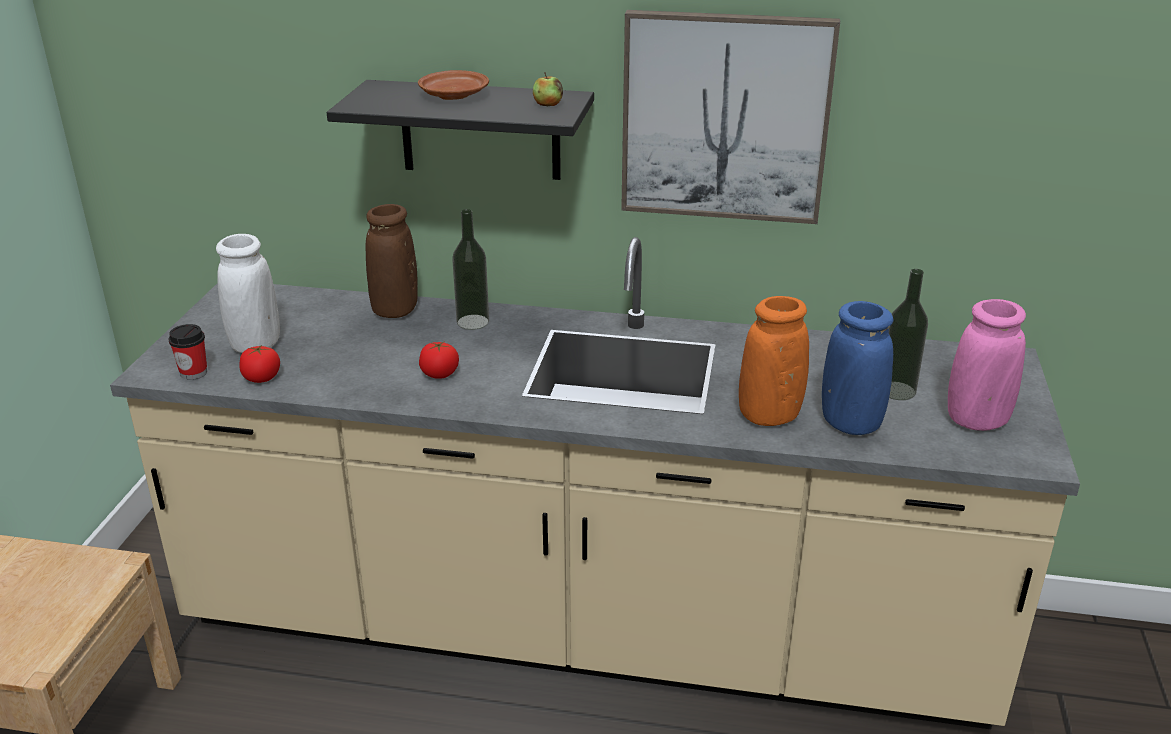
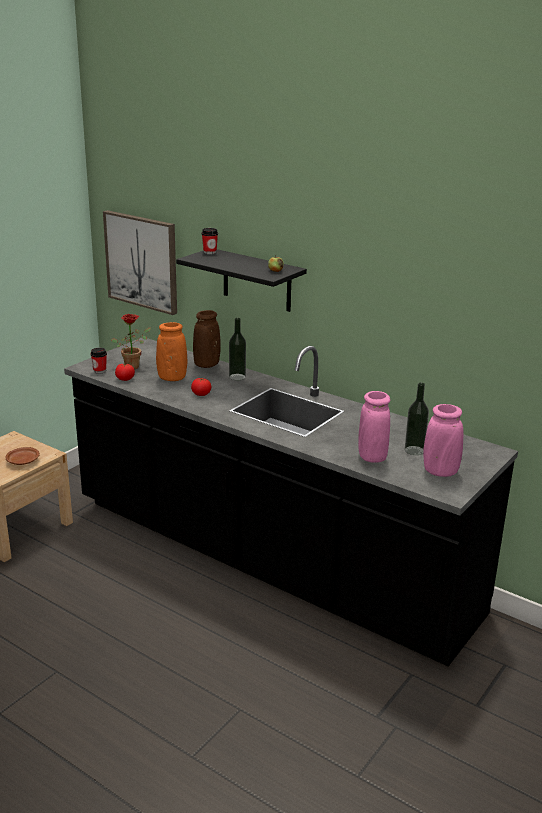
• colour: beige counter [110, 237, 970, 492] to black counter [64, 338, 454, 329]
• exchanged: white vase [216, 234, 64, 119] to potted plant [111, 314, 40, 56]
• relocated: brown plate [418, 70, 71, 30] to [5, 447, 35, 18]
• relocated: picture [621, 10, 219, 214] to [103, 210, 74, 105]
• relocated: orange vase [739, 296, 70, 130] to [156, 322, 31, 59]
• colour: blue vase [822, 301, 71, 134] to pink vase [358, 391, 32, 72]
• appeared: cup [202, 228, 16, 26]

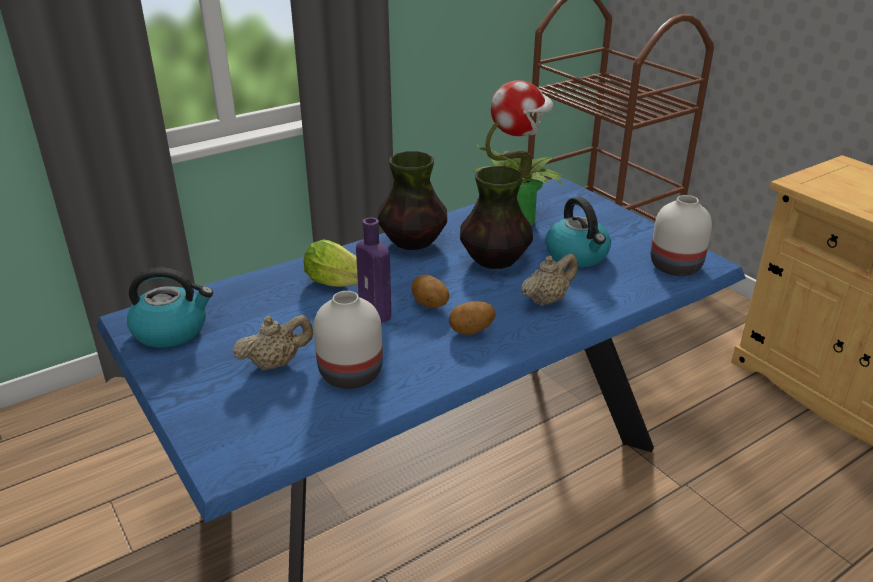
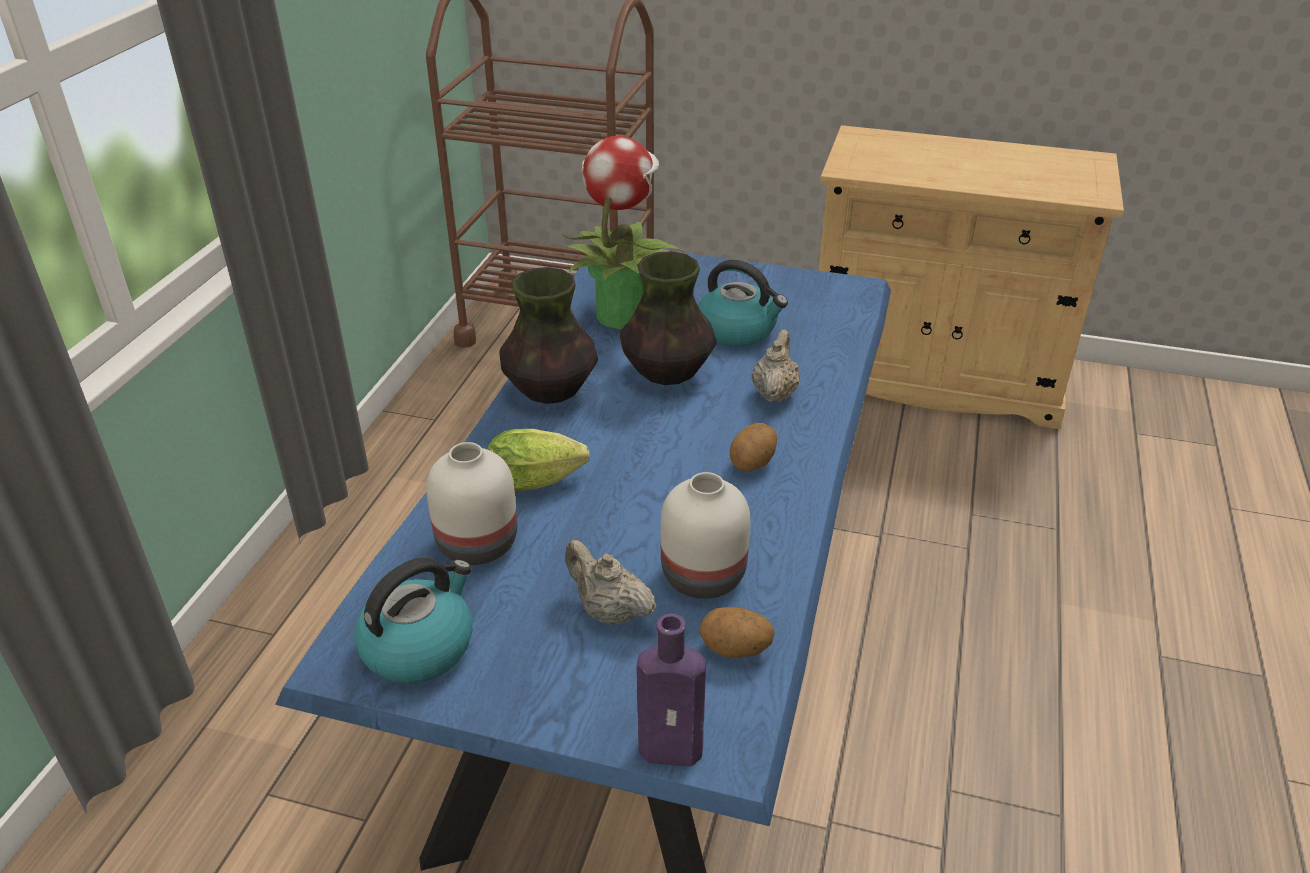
• spun: beige teapot [232, 315, 81, 56] = [565, 540, 91, 85] 75 degrees counterclockwise
• relocated: purple bottle [356, 218, 35, 105] to [637, 613, 69, 153]
• relocated: potato [412, 275, 38, 33] to [700, 607, 75, 51]
• relocated: white vase [651, 195, 61, 81] to [426, 442, 91, 123]

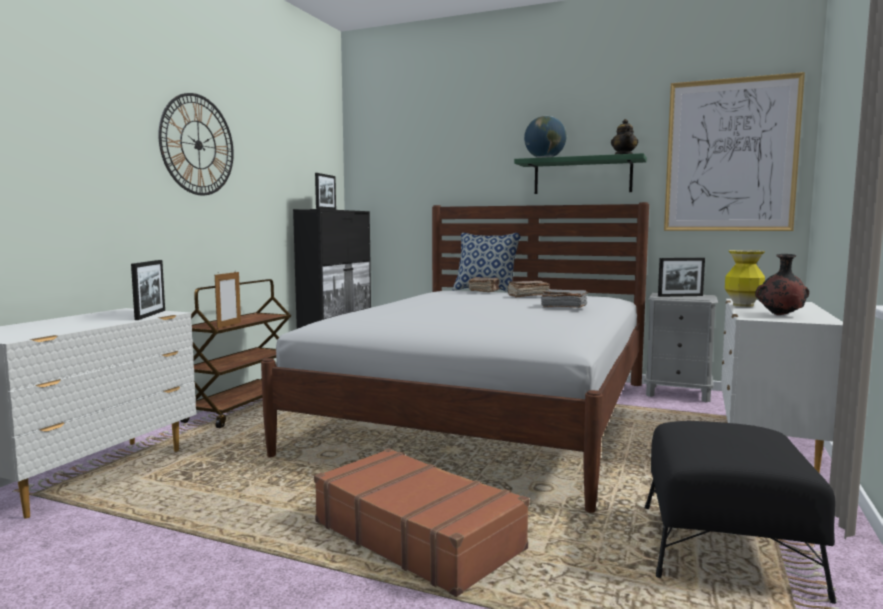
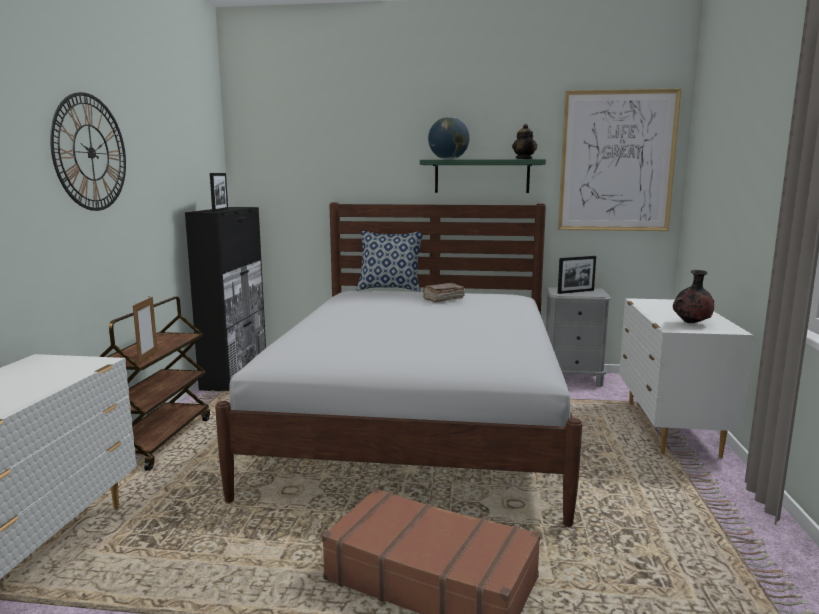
• missing: picture frame [131, 260, 34, 60]
• missing: brown book [469, 277, 30, 15]
• missing: grey book [541, 289, 47, 19]
• missing: black ottoman [645, 421, 191, 183]
• missing: vase [725, 250, 40, 57]

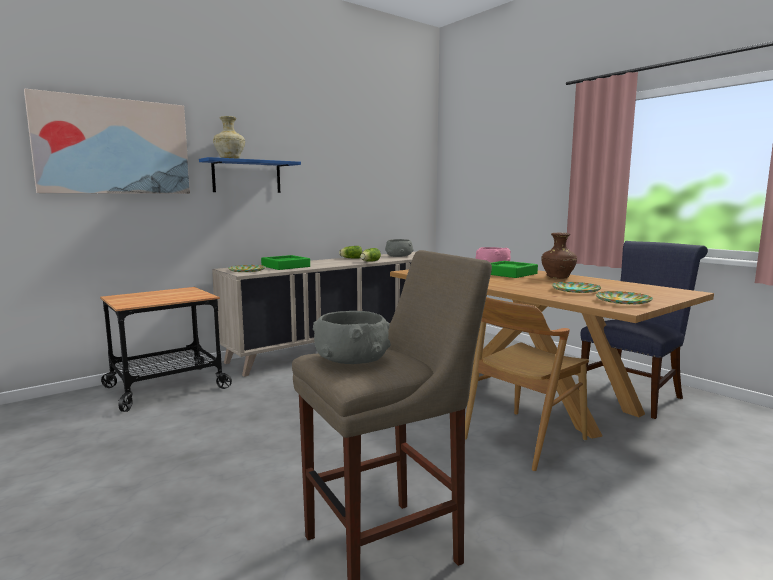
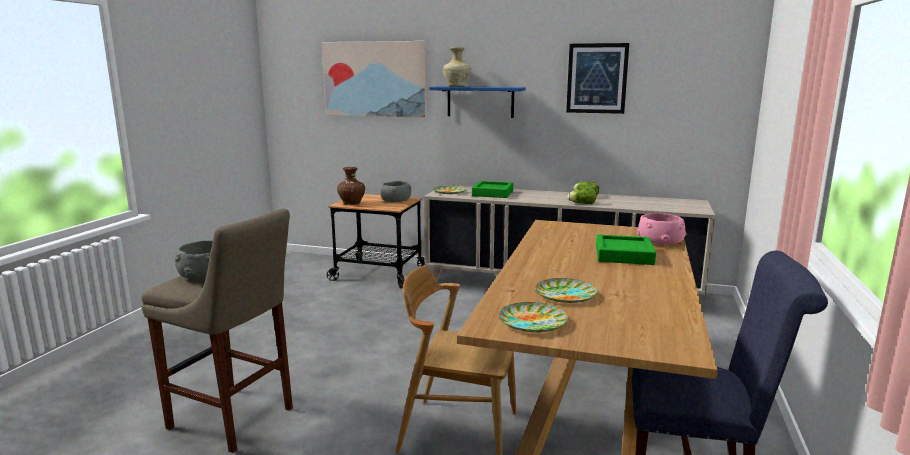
• relocated: grey bowl [385, 239, 29, 18] to [380, 181, 31, 21]
• relocated: brown vase [541, 233, 36, 46] to [337, 167, 28, 38]
• appeared: picture [566, 43, 63, 71]

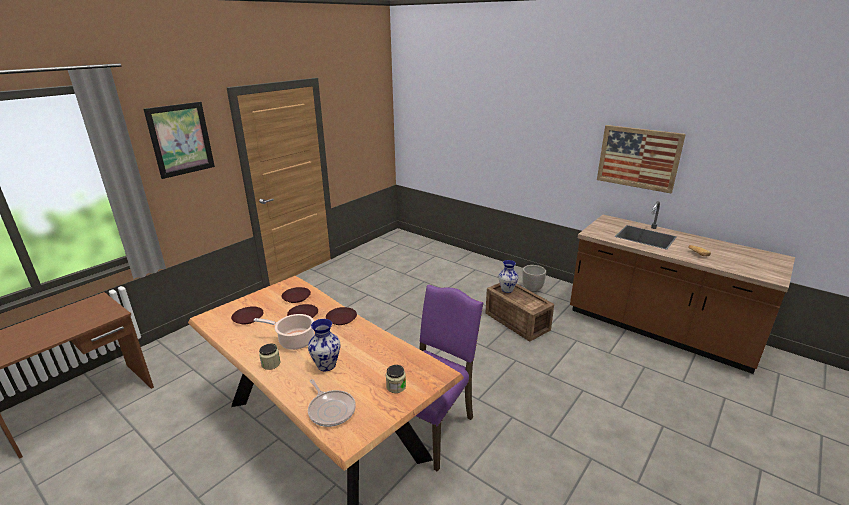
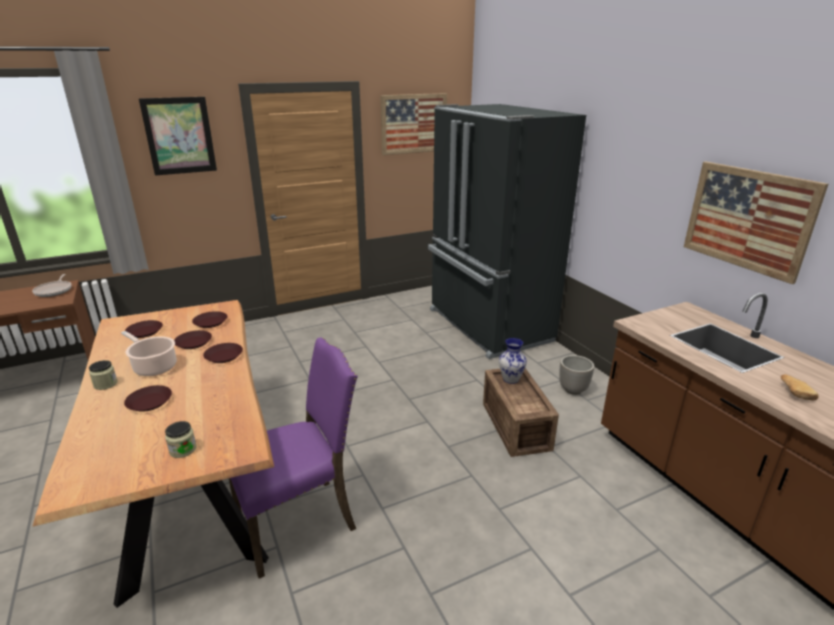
• exchanged: vase [308, 319, 32, 53] to brown plate [124, 385, 48, 27]
• relocated: frying pan [308, 379, 48, 48] to [32, 274, 40, 23]
• appeared: picture [380, 93, 67, 62]
• appeared: black fridge [428, 104, 158, 255]

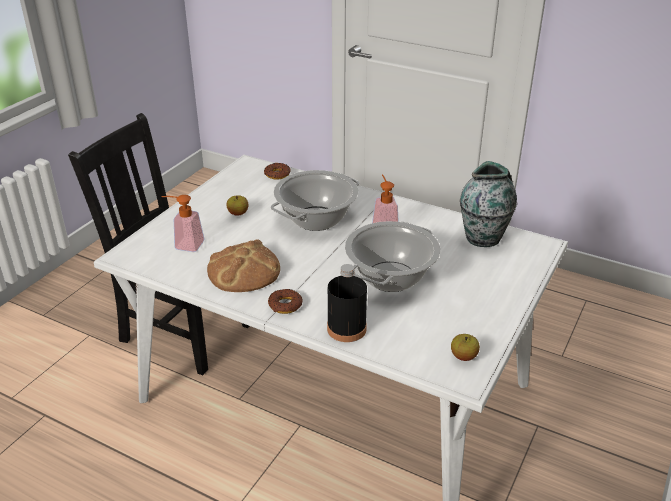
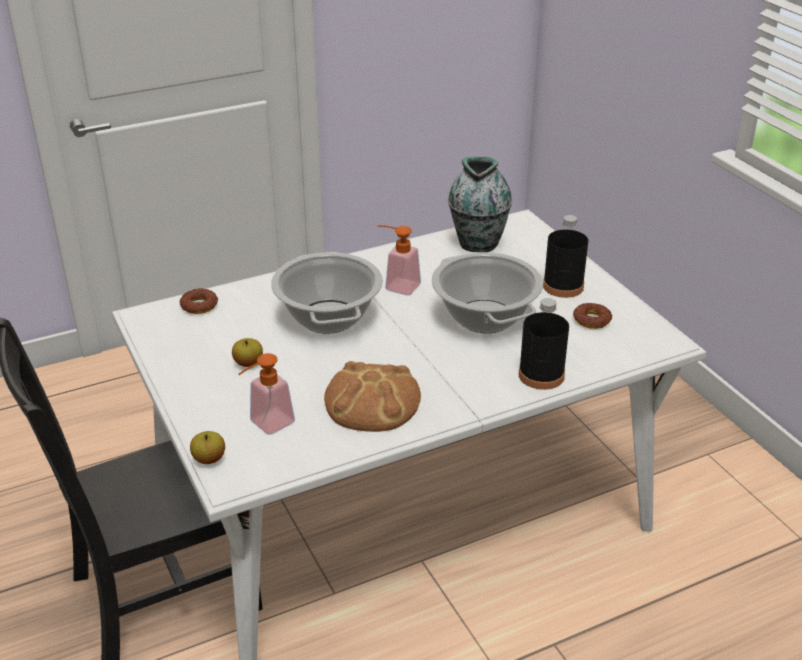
• relocated: donut [268, 289, 35, 25] to [573, 303, 39, 26]
• relocated: apple [451, 334, 29, 27] to [190, 431, 35, 33]
• appeared: black bottle [543, 215, 45, 83]

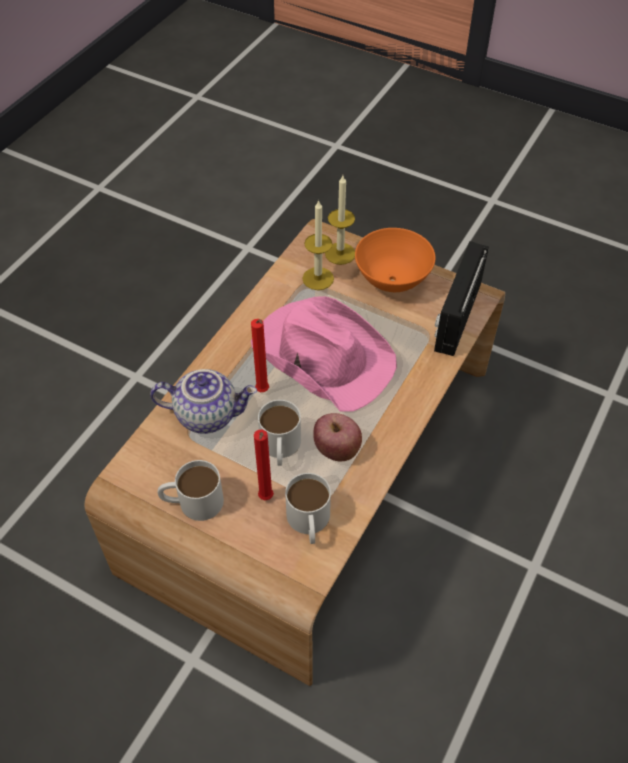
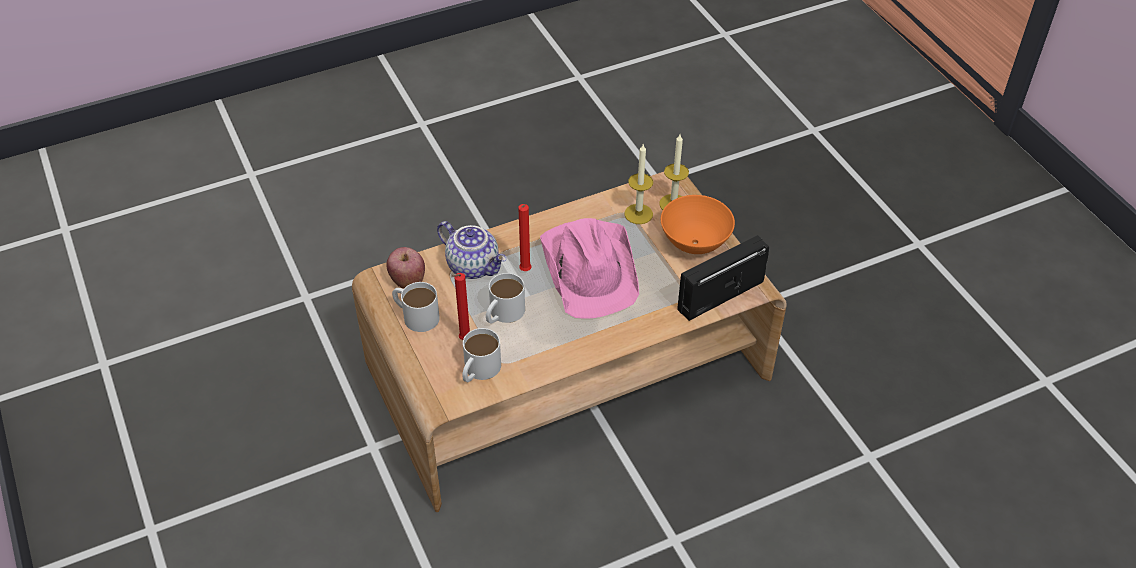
• relocated: apple [313, 413, 49, 48] to [387, 247, 38, 42]

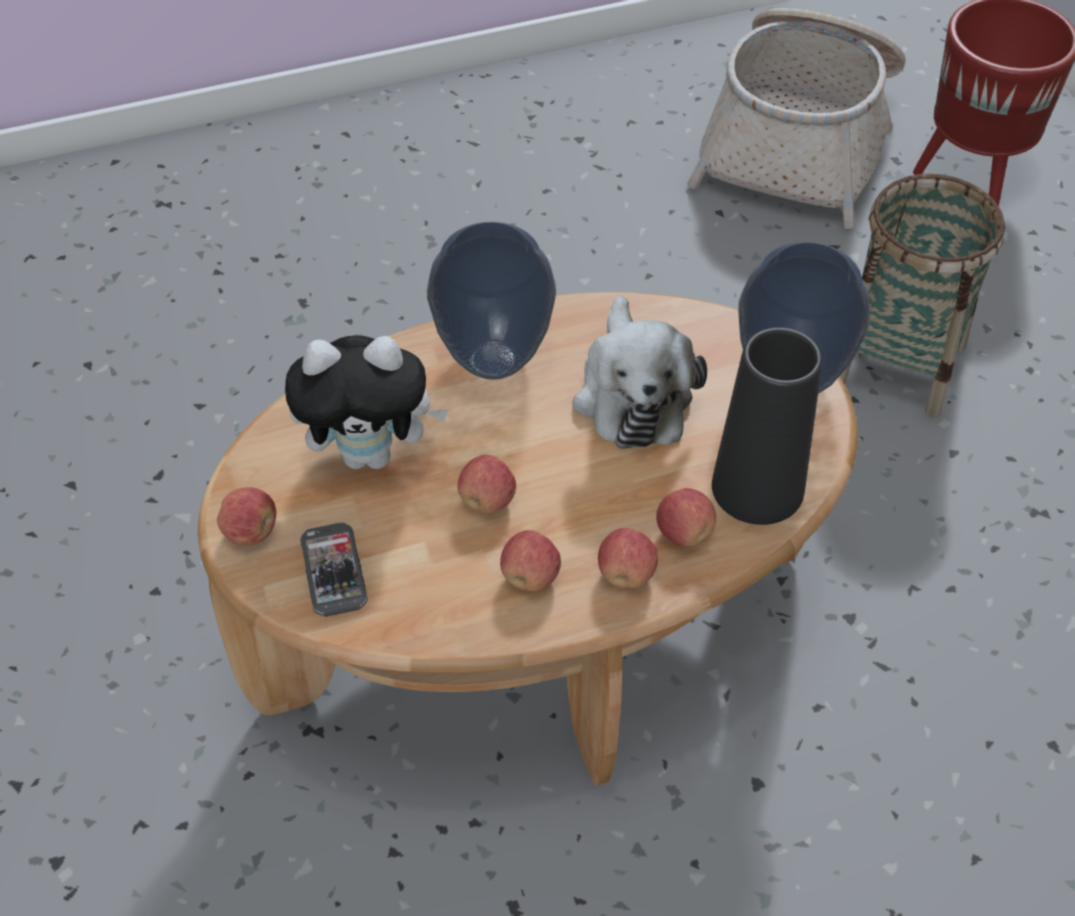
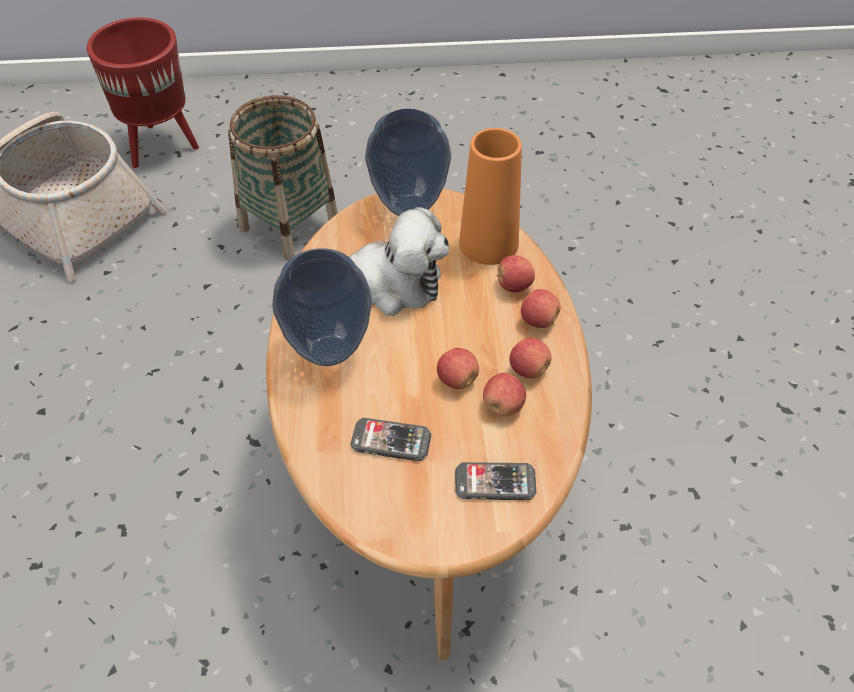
• relocated: apple [217, 487, 59, 59] to [483, 373, 43, 43]
• exchanged: plush toy [285, 335, 164, 134] to phone [351, 418, 80, 43]
• colour: black vase [712, 327, 110, 198] to orange vase [459, 128, 63, 137]

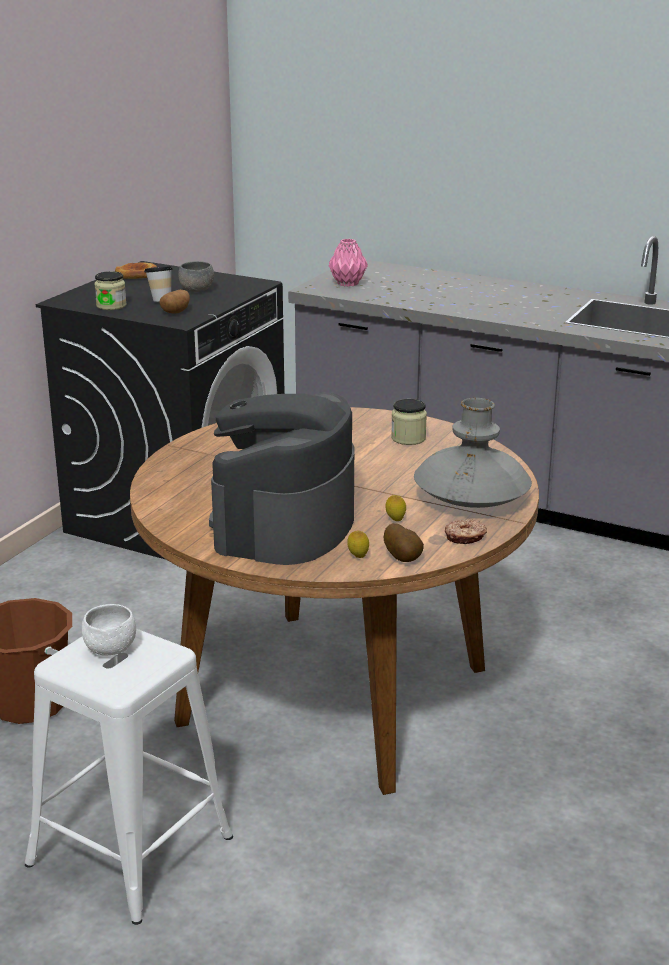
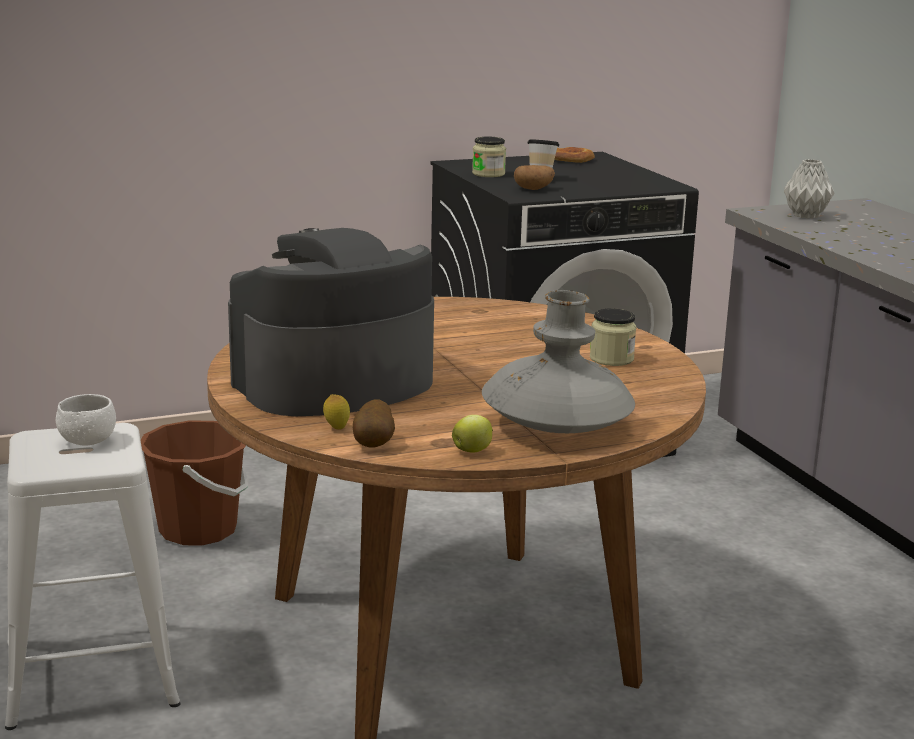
• missing: grey bowl [178, 261, 36, 31]
• colour: pink vase [329, 239, 39, 48] to grey vase [784, 159, 50, 60]
• missing: lemon [386, 495, 20, 26]
• exchanged: donut [445, 519, 42, 25] to apple [452, 415, 41, 38]

